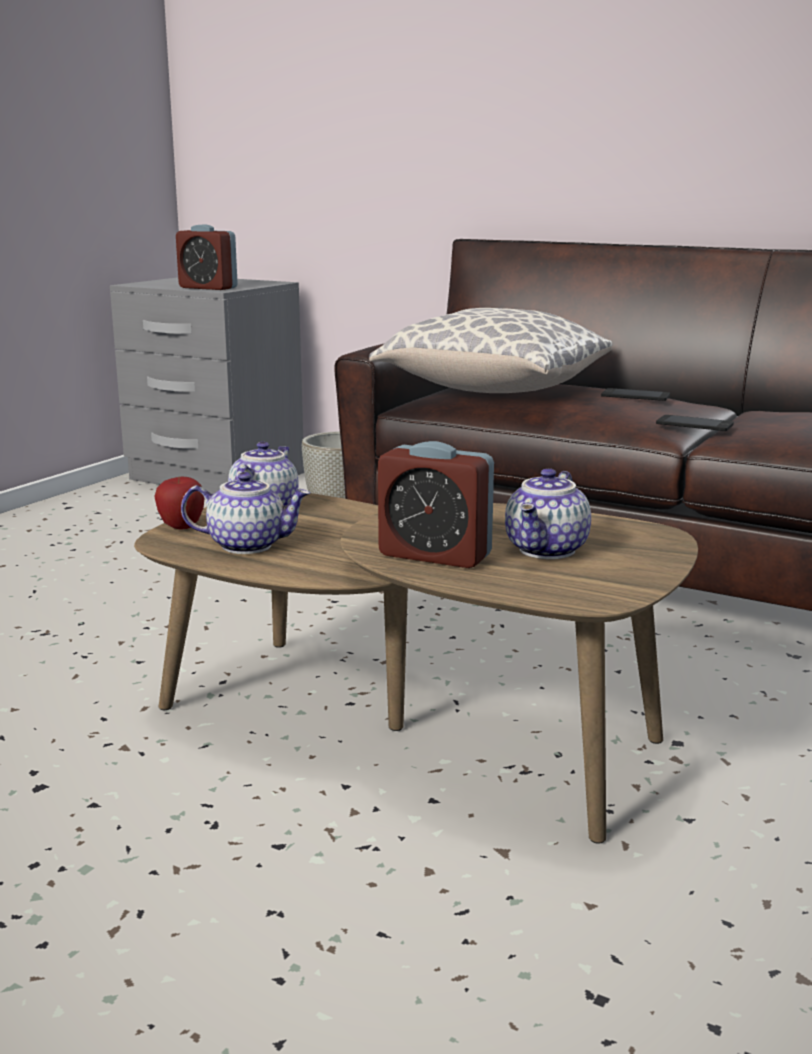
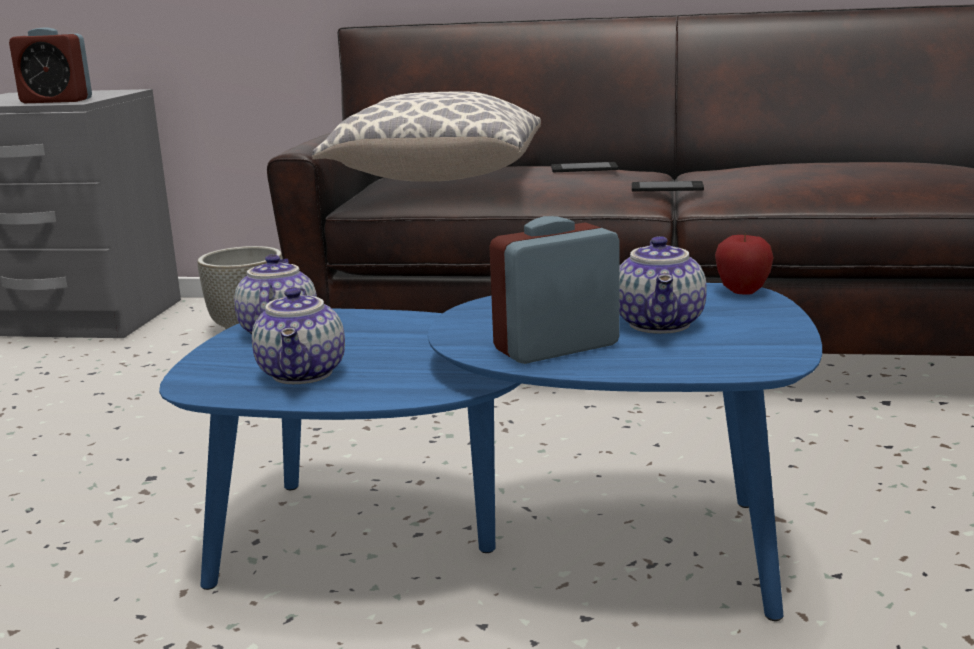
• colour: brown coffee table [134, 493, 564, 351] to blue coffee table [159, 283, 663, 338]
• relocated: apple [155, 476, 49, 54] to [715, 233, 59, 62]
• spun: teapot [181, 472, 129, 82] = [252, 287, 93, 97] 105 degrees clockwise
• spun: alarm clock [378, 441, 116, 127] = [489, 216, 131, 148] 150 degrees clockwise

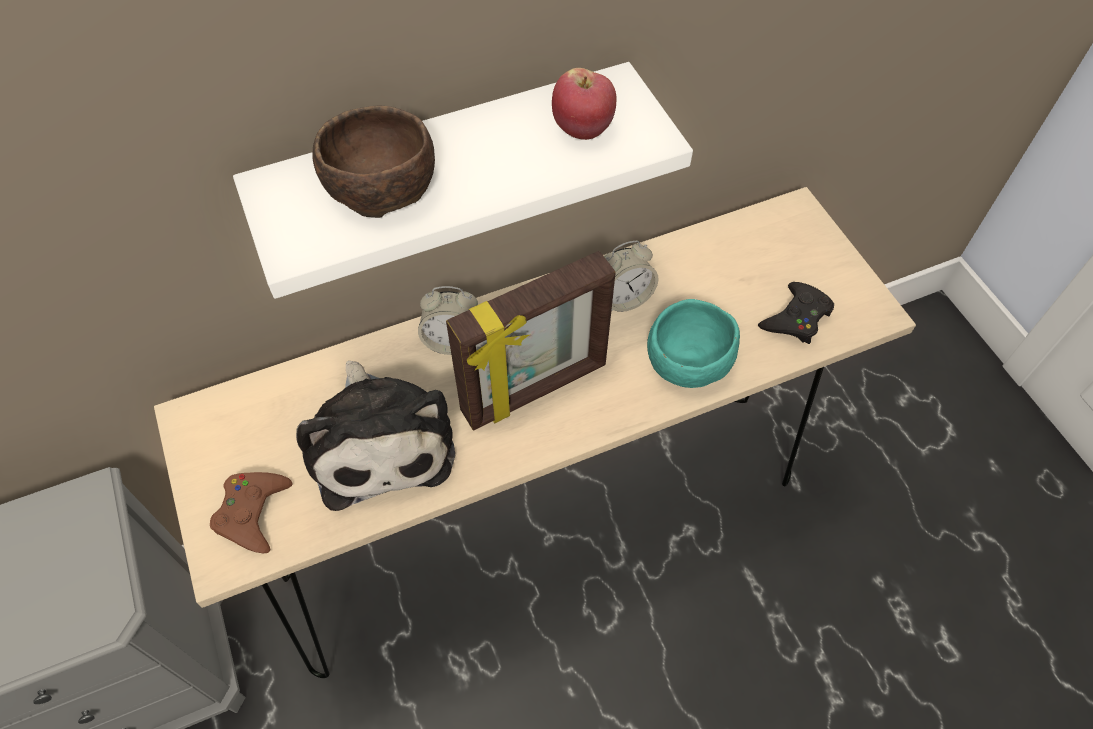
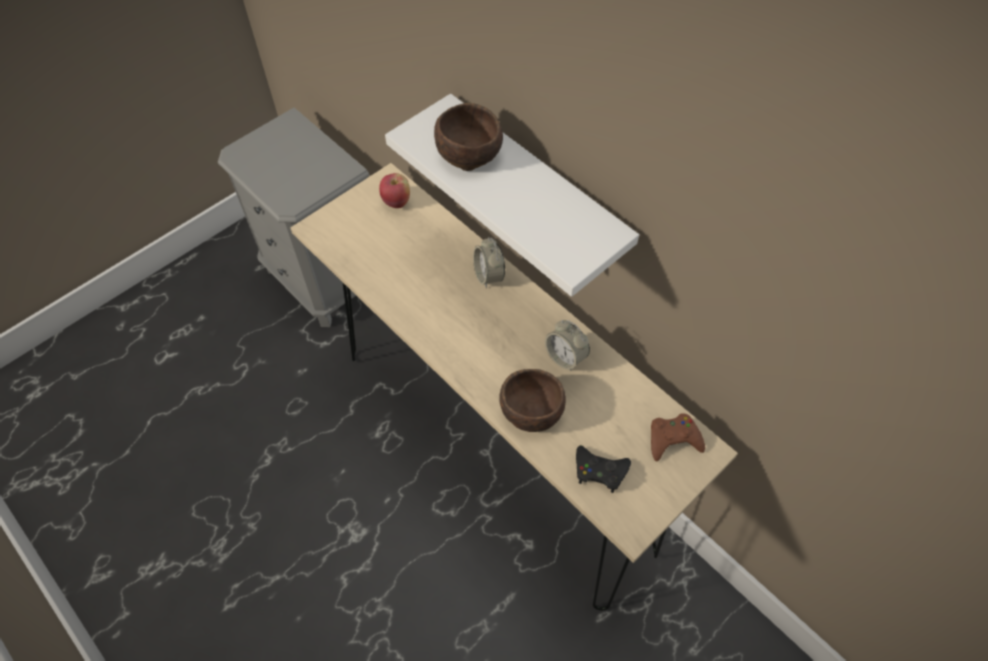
• relocated: brown game controller [210, 472, 83, 81] to [651, 413, 54, 49]
• missing: plush toy [296, 361, 160, 150]
• missing: picture frame [446, 251, 170, 180]
• relocated: apple [552, 68, 64, 72] to [379, 173, 31, 35]
• colour: turquoise bowl [647, 299, 93, 89] to brown bowl [500, 369, 66, 63]

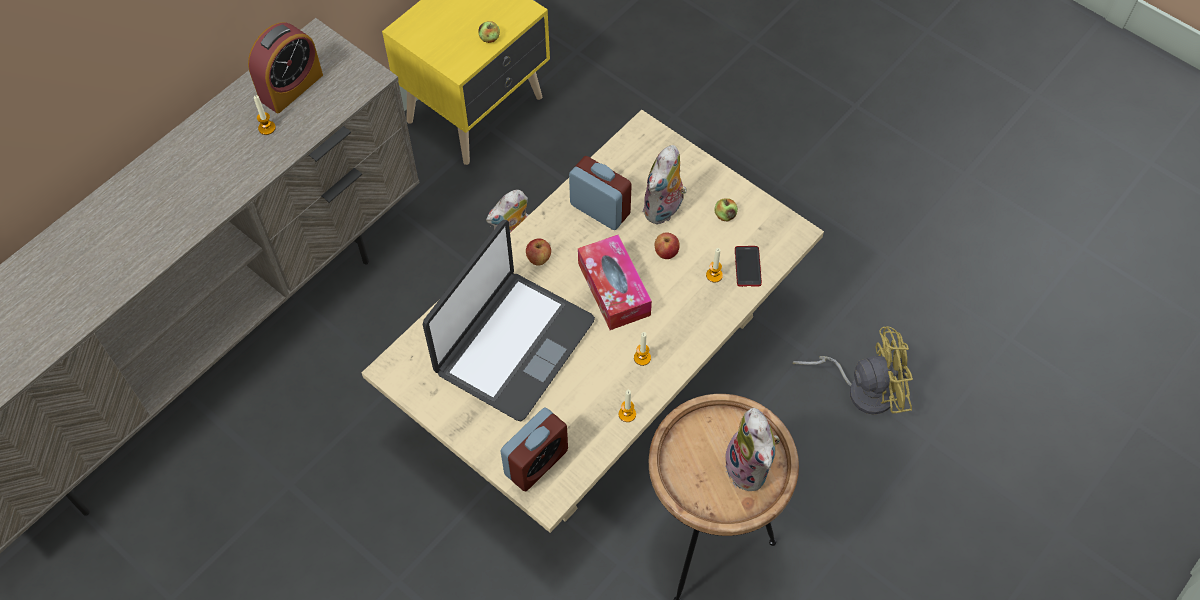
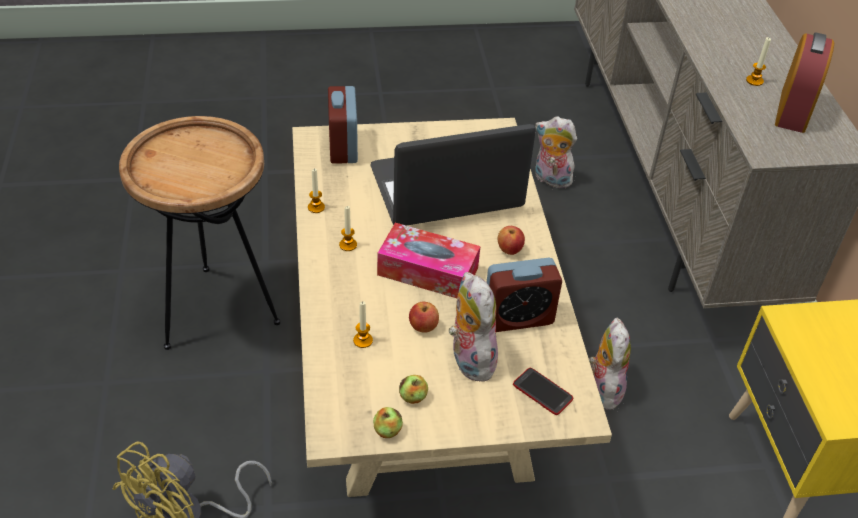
• spun: alarm clock [248, 22, 75, 91] = [775, 32, 59, 101] 150 degrees counterclockwise
• spun: laptop [422, 220, 173, 201] = [370, 124, 166, 102] 90 degrees clockwise
• relocated: apple [478, 21, 22, 22] to [373, 407, 30, 31]
• relocated: plush toy [725, 408, 55, 83] to [535, 116, 42, 72]
• relocated: phone [735, 246, 27, 41] to [513, 368, 60, 47]

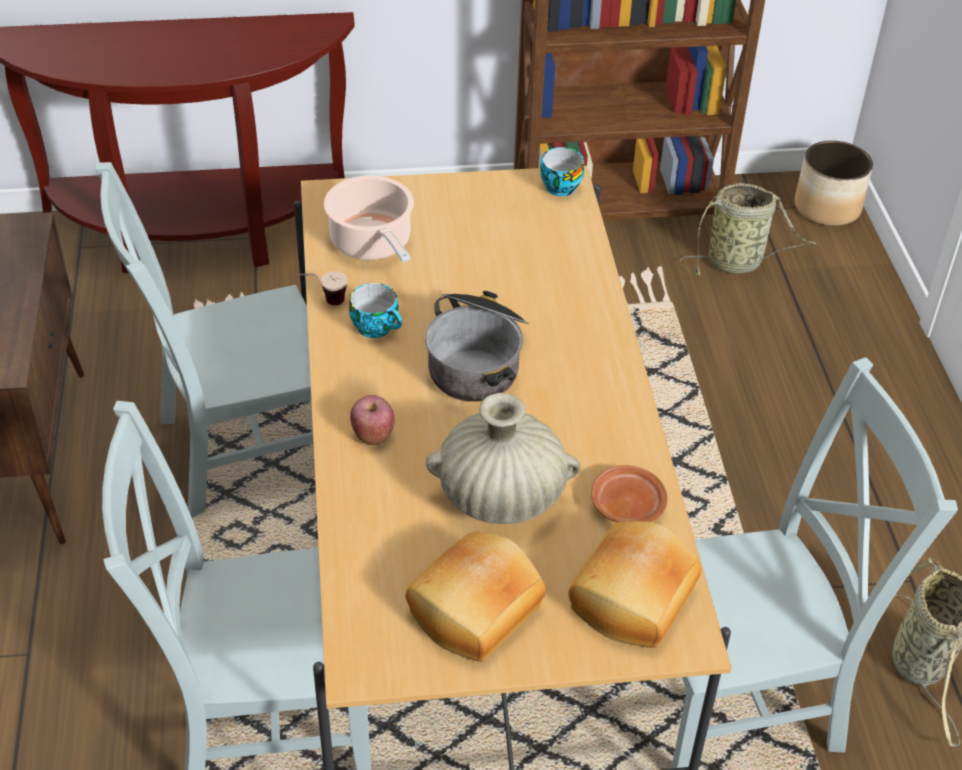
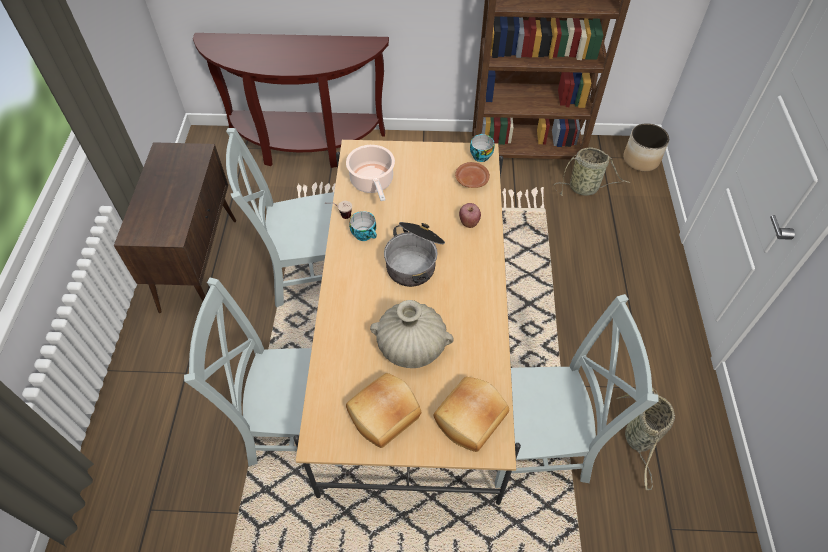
• relocated: apple [350, 395, 44, 50] to [459, 203, 22, 25]
• relocated: brown plate [591, 465, 76, 58] to [455, 162, 35, 26]

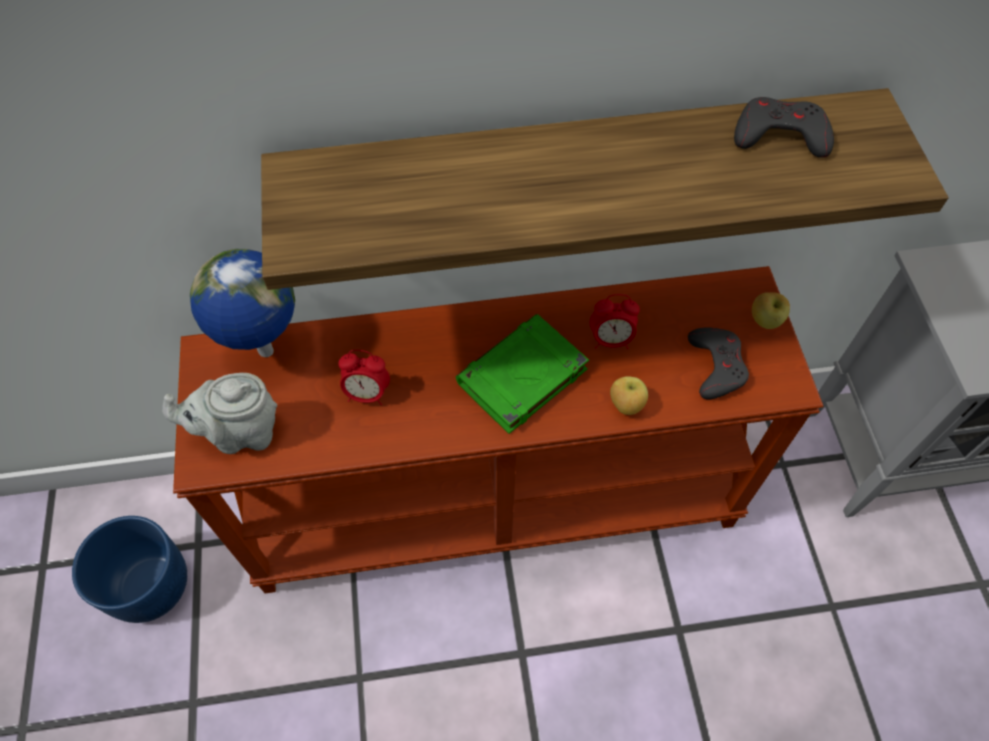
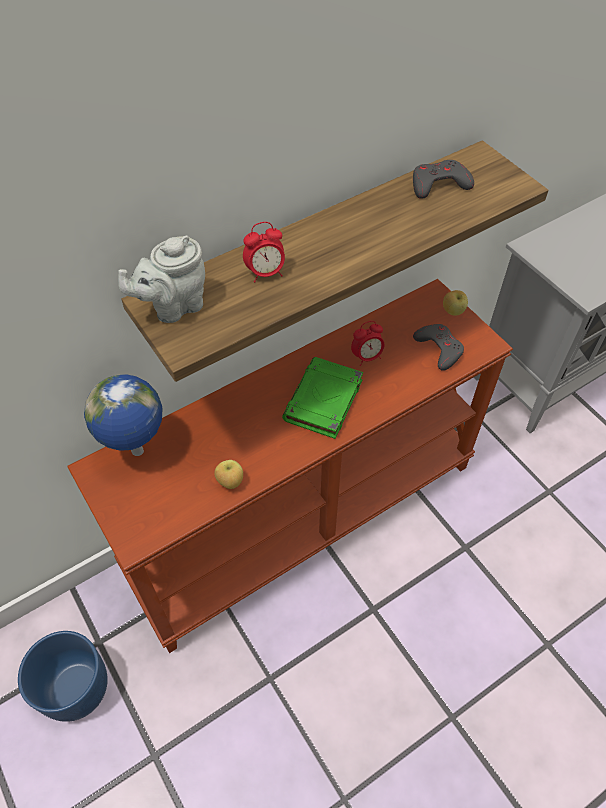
• relocated: grey teapot [162, 373, 115, 81] to [118, 236, 87, 87]
• relocated: alarm clock [338, 350, 52, 55] to [243, 222, 42, 61]
• relocated: apple [610, 376, 38, 39] to [214, 460, 29, 29]

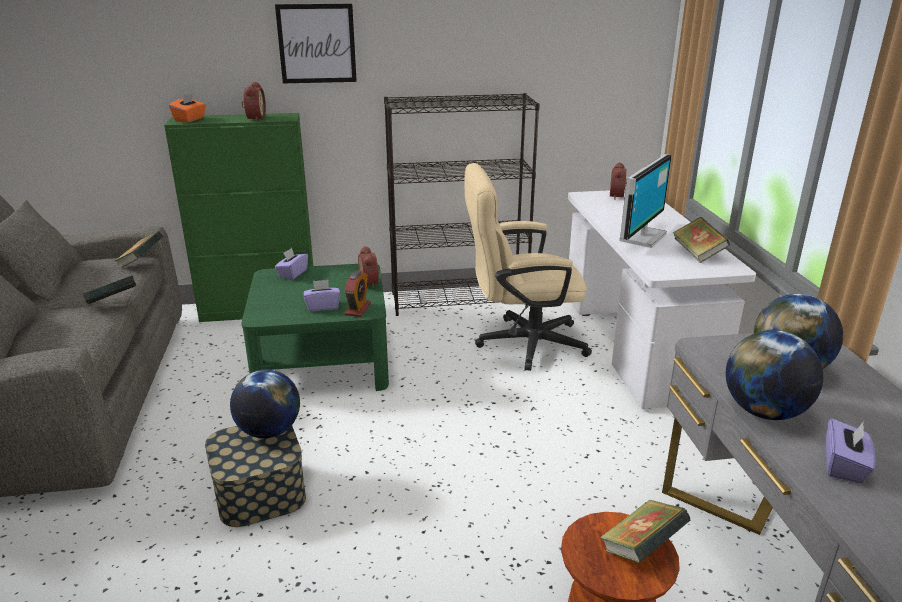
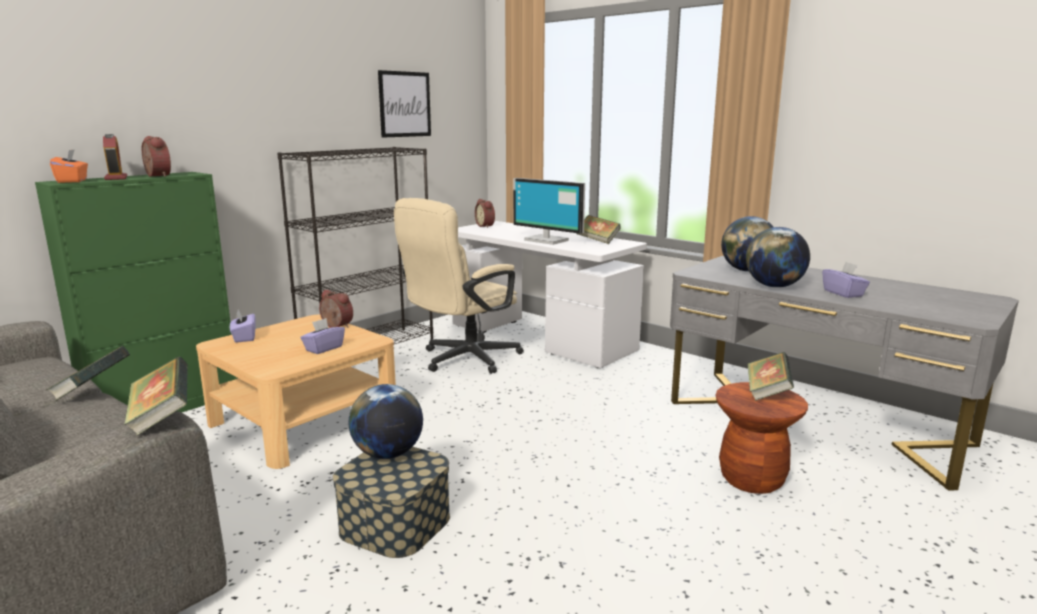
• relocated: book [115, 231, 48, 37] to [124, 357, 64, 79]
• colour: green coffee table [242, 264, 147, 127] to beige coffee table [196, 315, 200, 154]
• relocated: picture [275, 4, 82, 79] to [378, 70, 53, 68]
• relocated: alarm clock [344, 271, 27, 46] to [103, 134, 24, 46]
• spun: monitor [619, 154, 53, 94] = [513, 178, 72, 67] 135 degrees clockwise

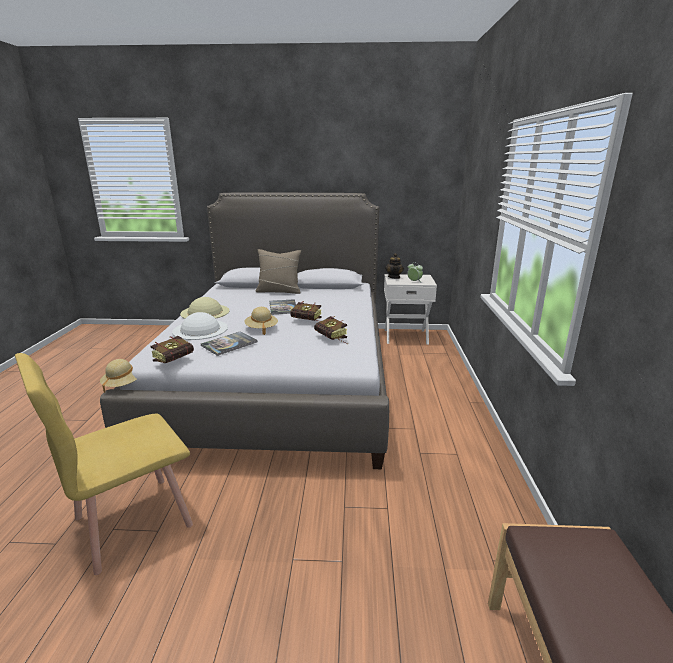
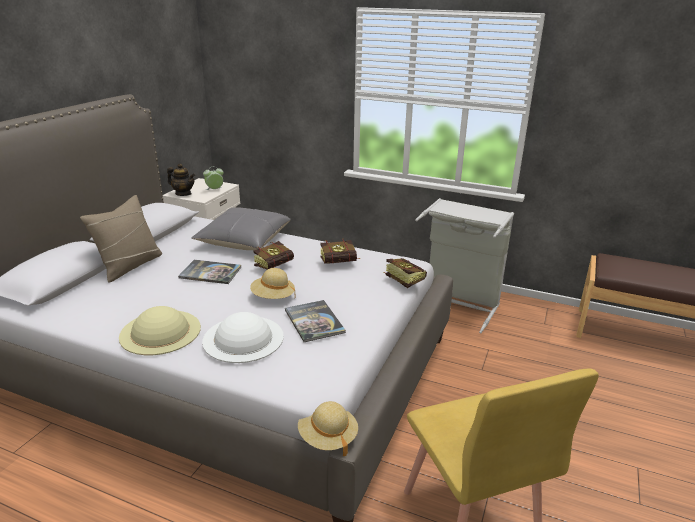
• relocated: book [151, 336, 43, 27] to [384, 258, 43, 30]
• appeared: grey pillow [191, 207, 100, 43]
• appeared: grey laundry basket [415, 198, 99, 136]

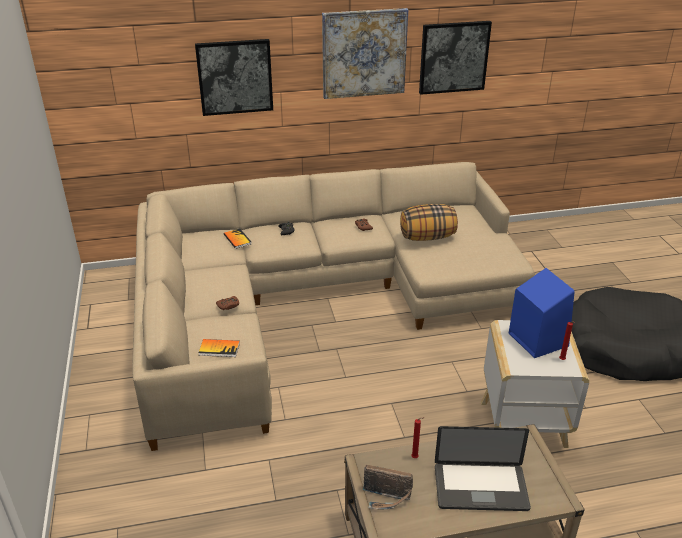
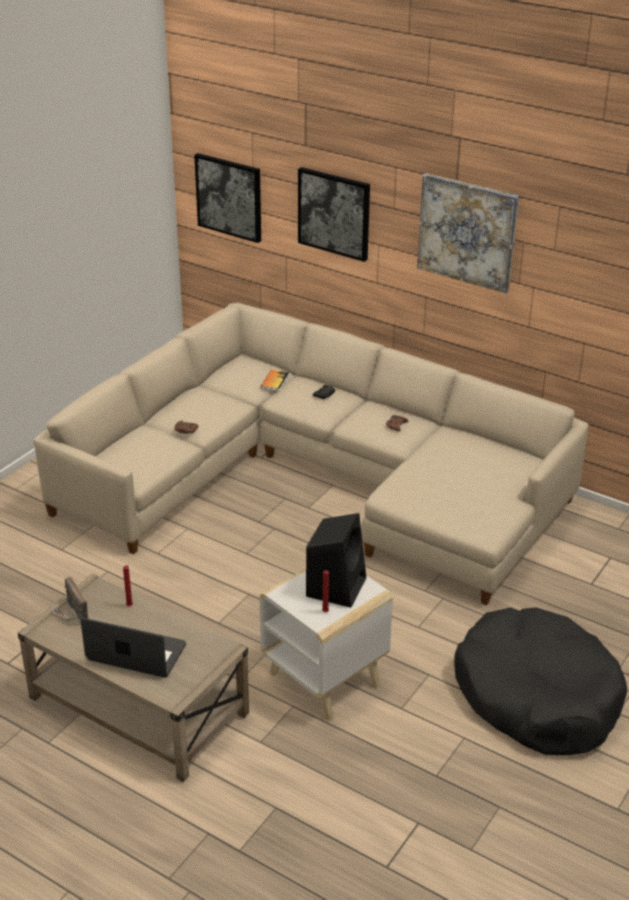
• missing: book [199, 339, 41, 18]
• missing: pillow [400, 204, 58, 37]
• relocated: picture [419, 21, 73, 74] to [194, 153, 67, 90]
• spun: laptop [435, 426, 96, 85] = [80, 618, 106, 60] 150 degrees clockwise
• colour: blue speaker [509, 268, 66, 90] to black speaker [306, 513, 60, 95]

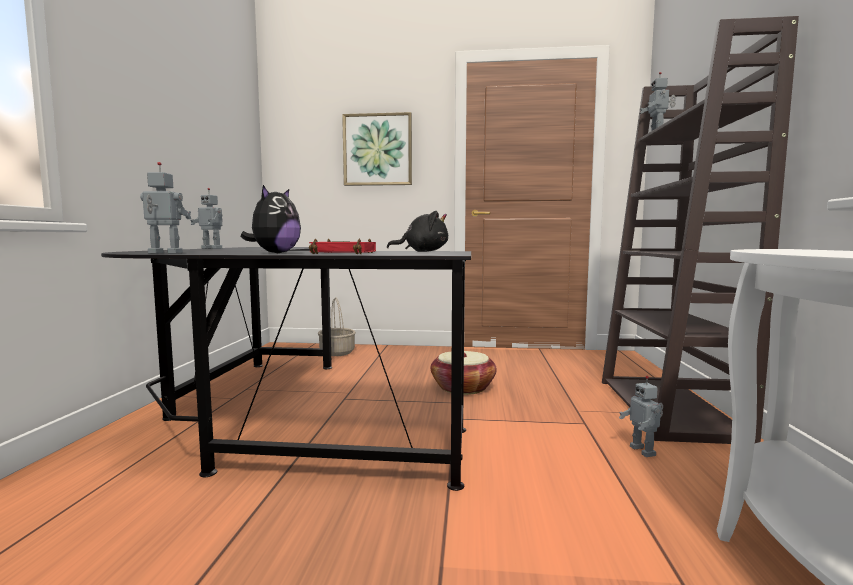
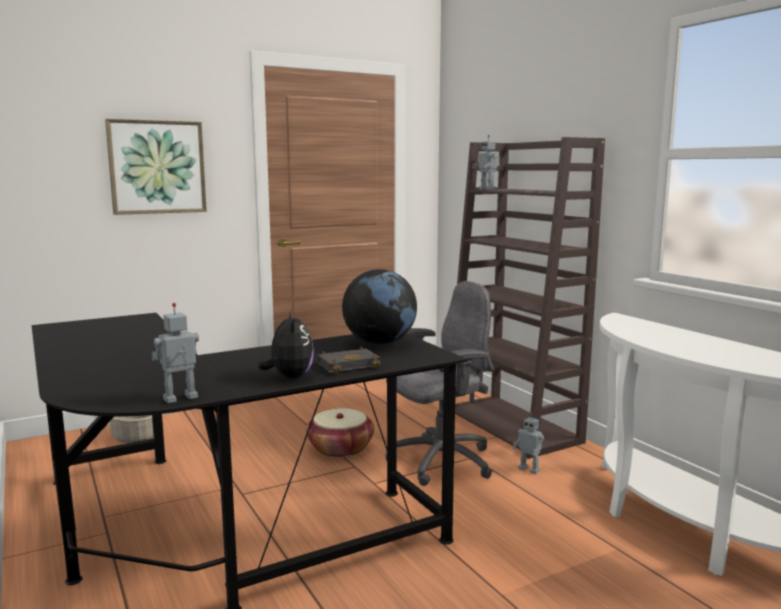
• missing: toy robot [190, 188, 33, 61]
• colour: red book [309, 238, 67, 16] to black book [318, 346, 62, 28]
• exchanged: black plush toy [387, 211, 61, 41] to globe [342, 269, 75, 76]
• appeared: grey office chair [385, 281, 108, 205]

